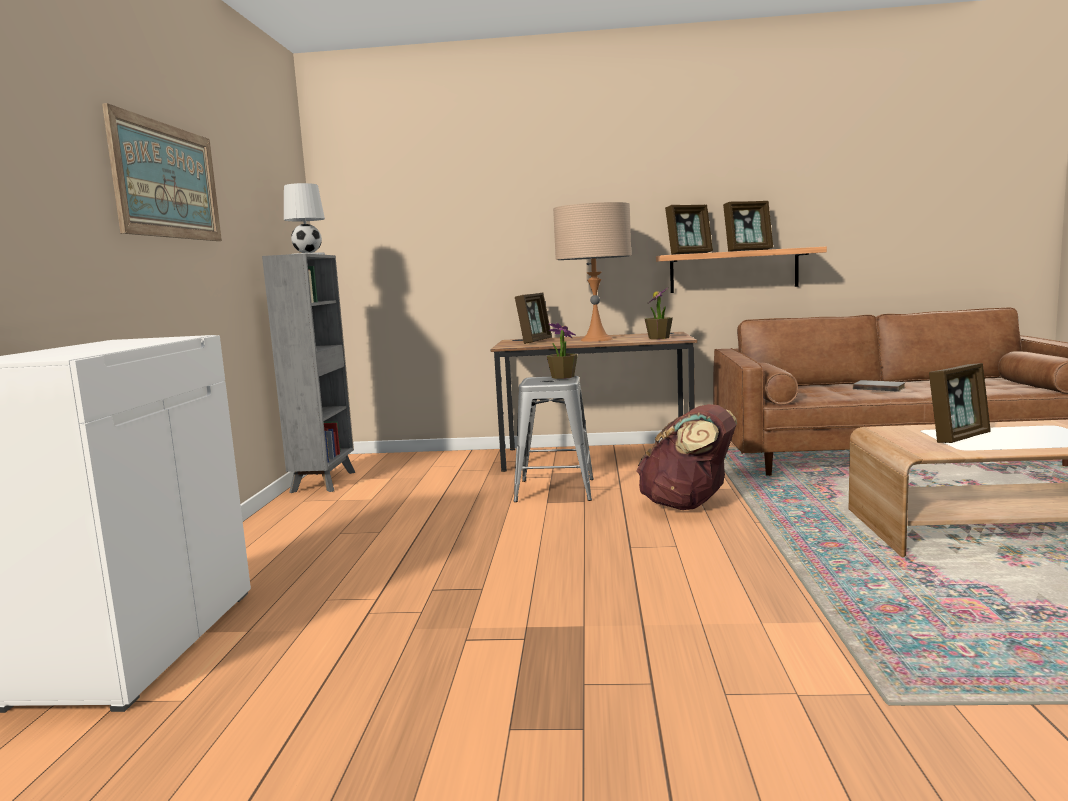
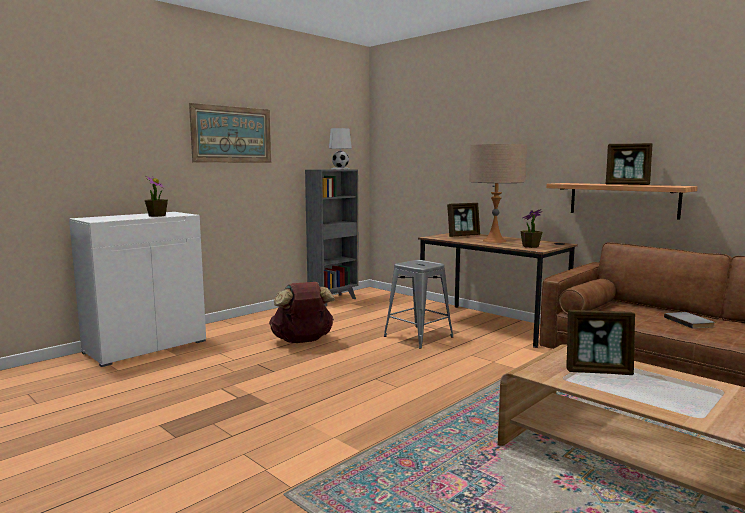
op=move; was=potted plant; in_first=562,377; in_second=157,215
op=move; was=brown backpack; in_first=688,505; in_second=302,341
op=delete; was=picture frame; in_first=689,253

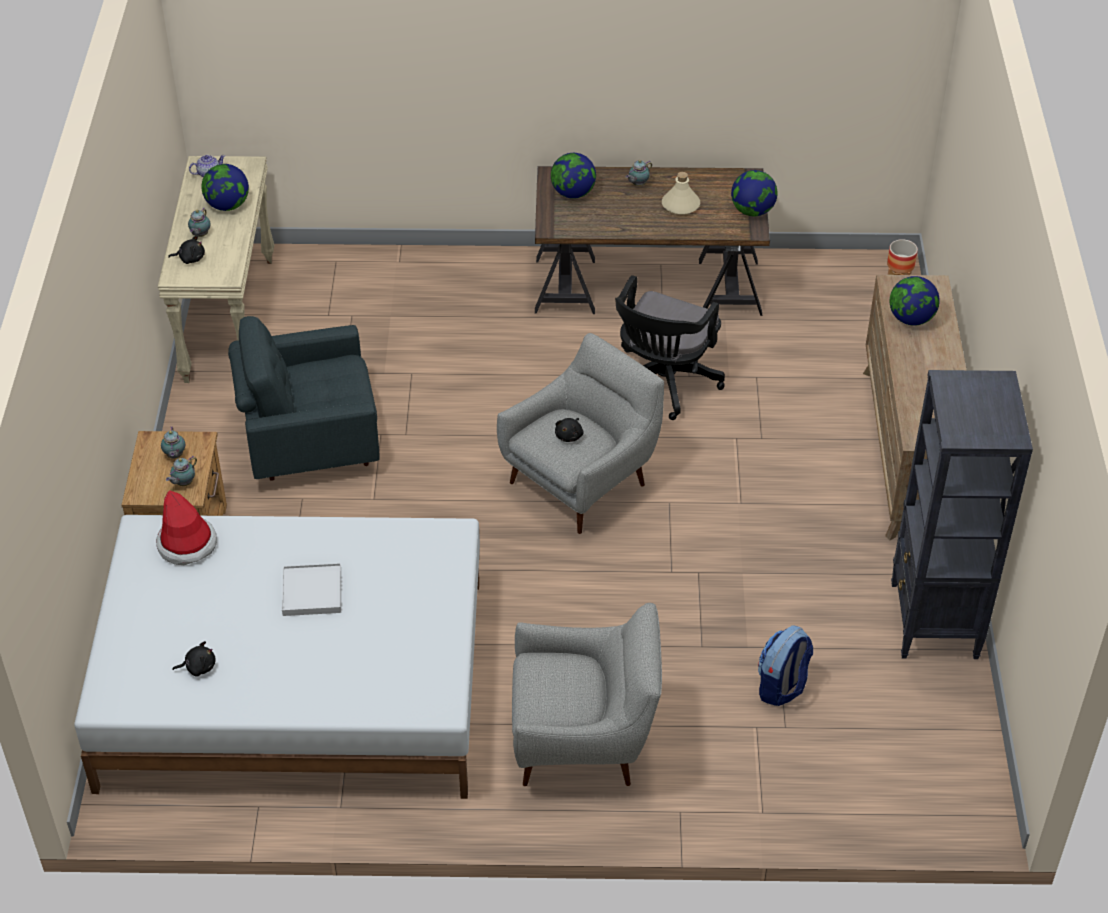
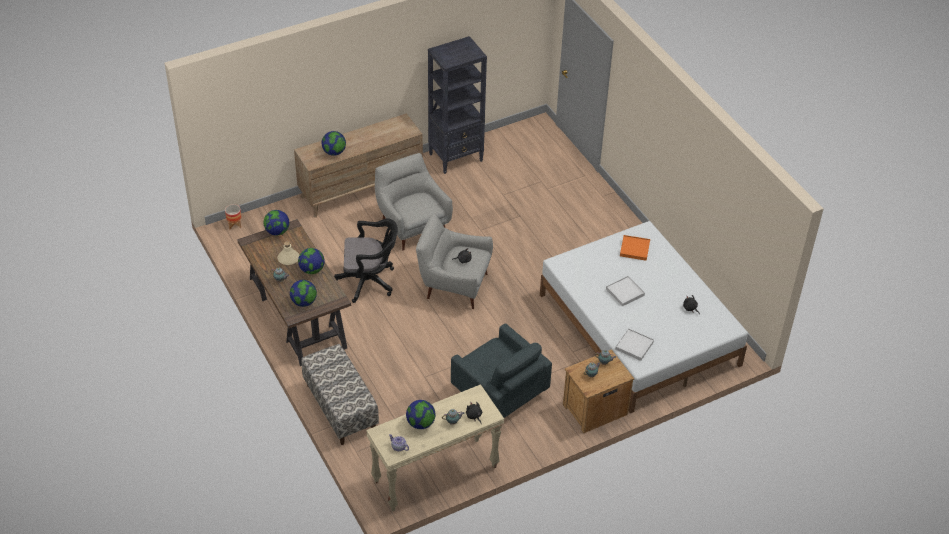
op=insert; now=globe; in_second=312,270
op=insert; now=bench; in_second=340,408
op=move; was=grey armchair; in_first=584,740; in_second=412,226
op=replace; was=hat; now=white tray; in_first=187,544; in_second=634,345
op=insert; now=orange tray; in_second=634,249
op=delete; was=backpack; in_first=782,687

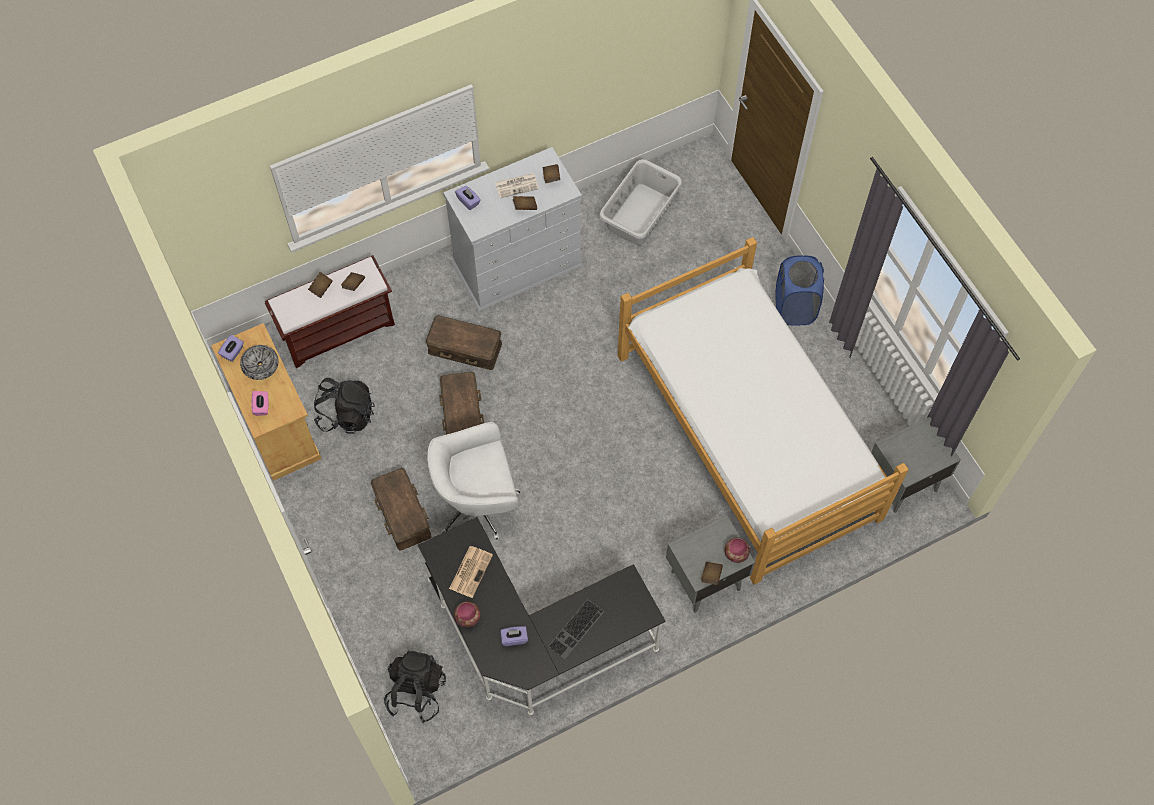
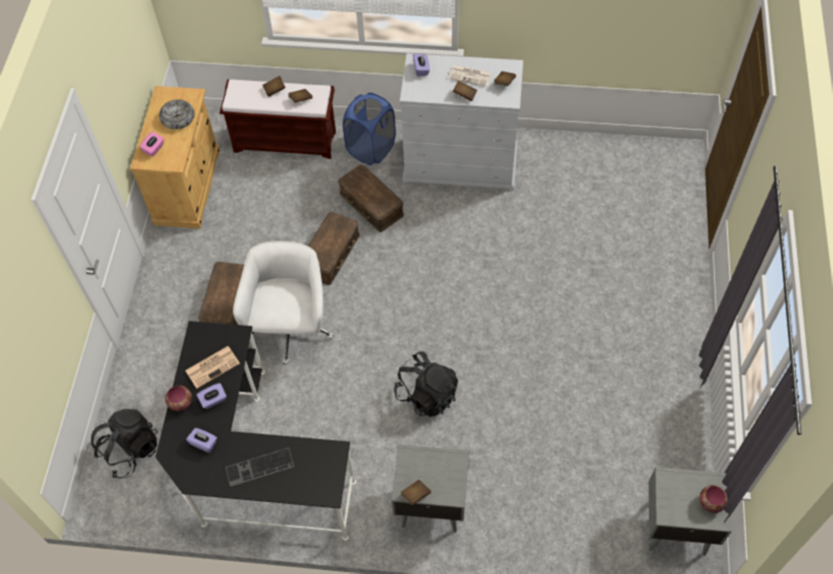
op=move; was=purple tissue box; in_first=233,352; in_second=213,400
op=rotate; was=white office chair; in_first=478,502; in_second=291,329; clockwise=75
op=move; was=blue laundry basket; in_first=794,307; in_second=371,149
op=move; was=black backpack; in_first=346,415; in_second=427,394
op=move; was=bowl; in_first=735,554; in_second=710,503
op=delete; was=grey laundry basket; in_first=639,214
op=delete; was=bed; in_first=746,436

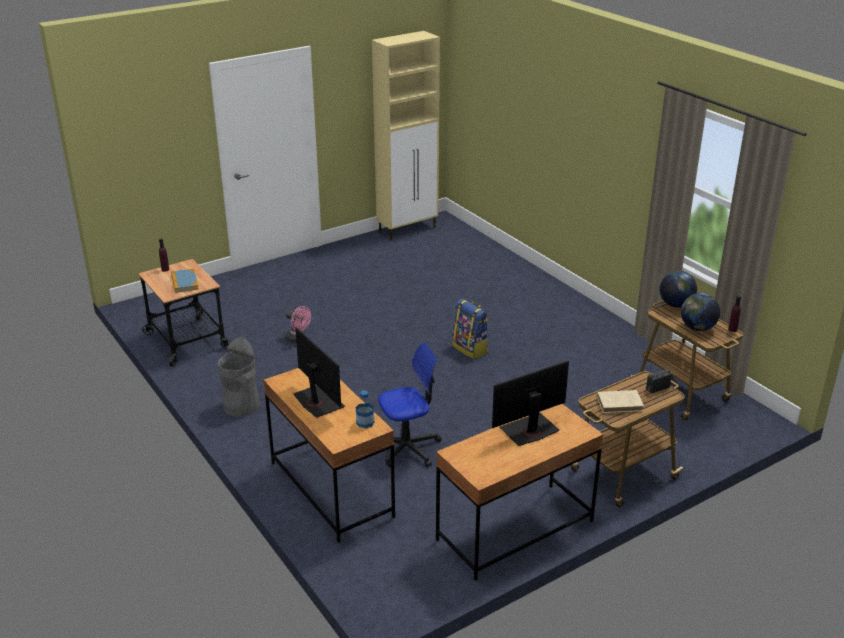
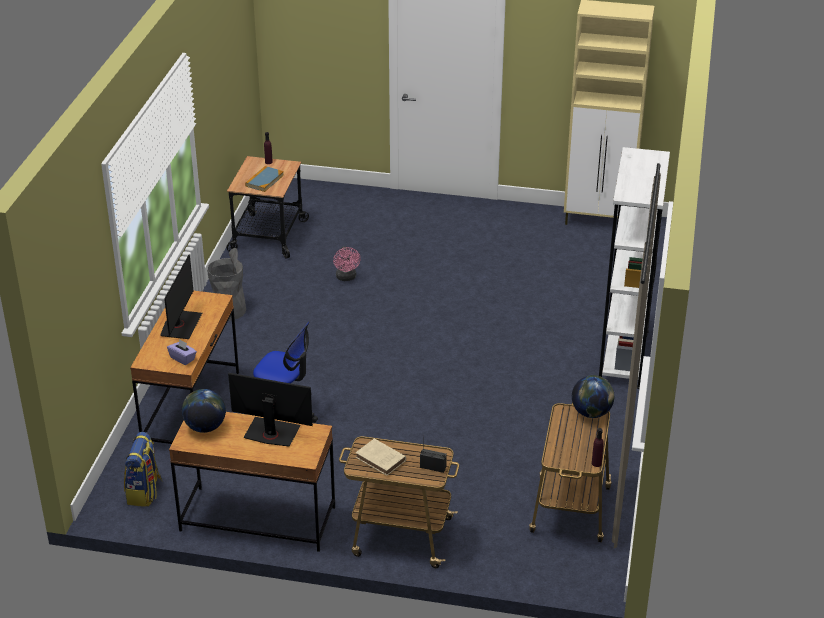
op=move; was=backpack; in_first=470,349; in_second=144,492
op=replace; was=bottle; now=purple tissue box; in_first=365,422; in_second=183,358
op=move; was=globe; in_first=697,328; in_second=205,427
op=insert; now=white bookcase; in_second=623,356

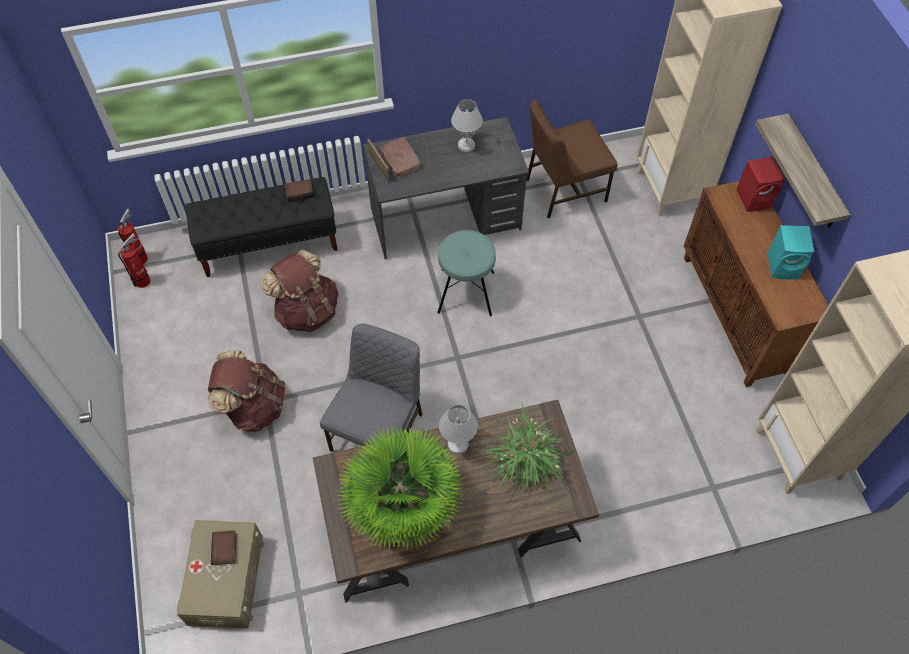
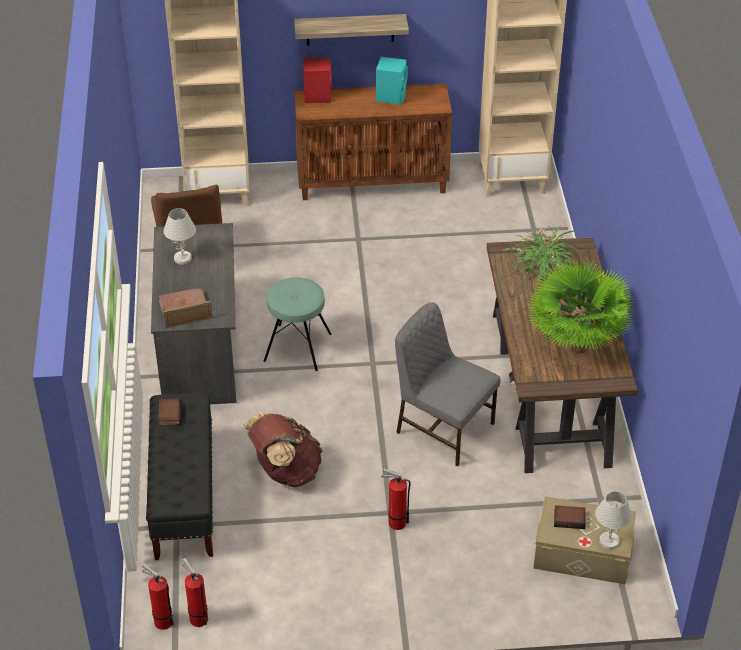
op=replace; was=brown backpack; now=fire extinguisher; in_first=253,406; in_second=394,522
op=move; was=white table lamp; in_first=458,444; in_second=609,541

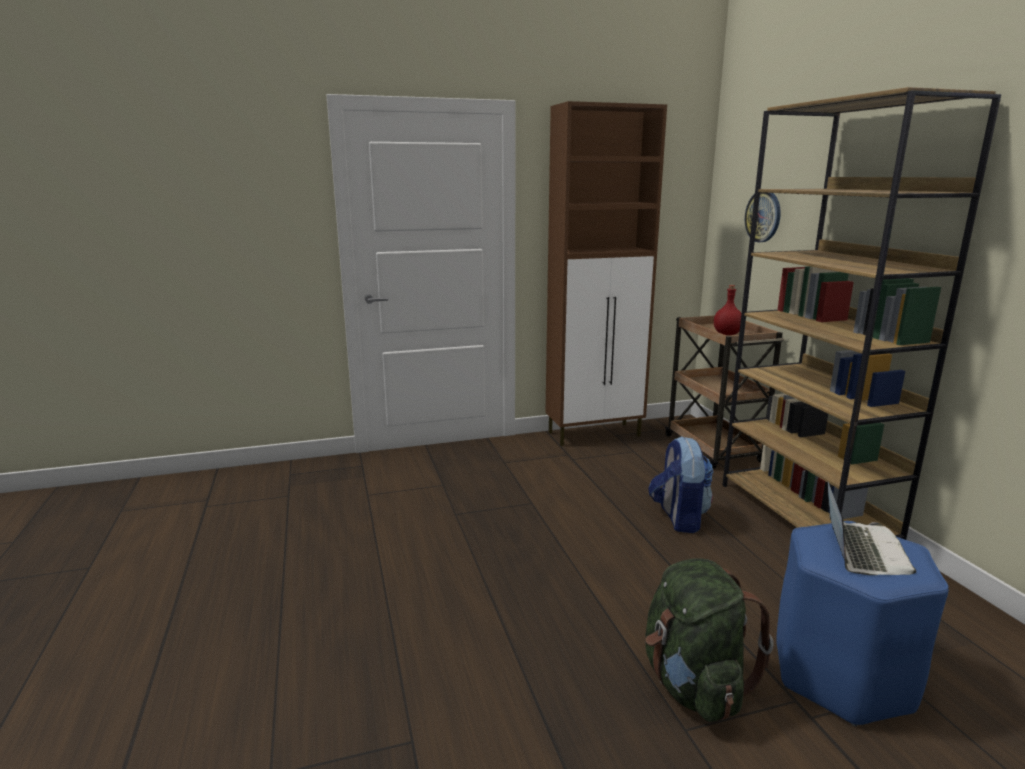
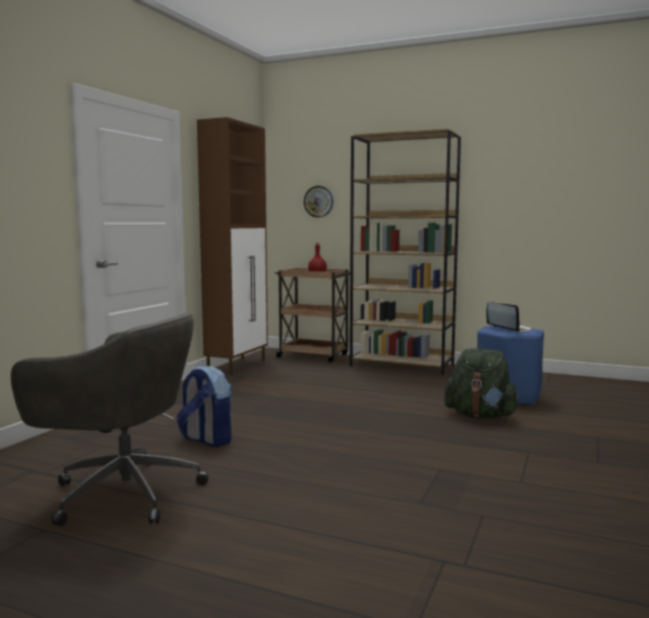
op=insert; now=grey office chair; in_second=122,493
op=move; was=backpack; in_first=678,518; in_second=206,440

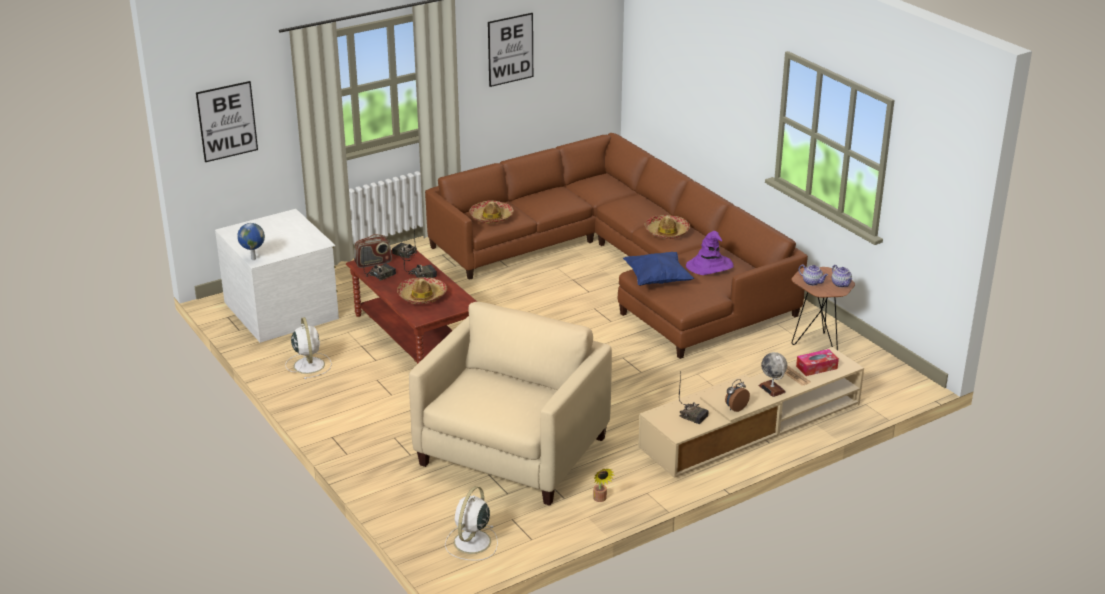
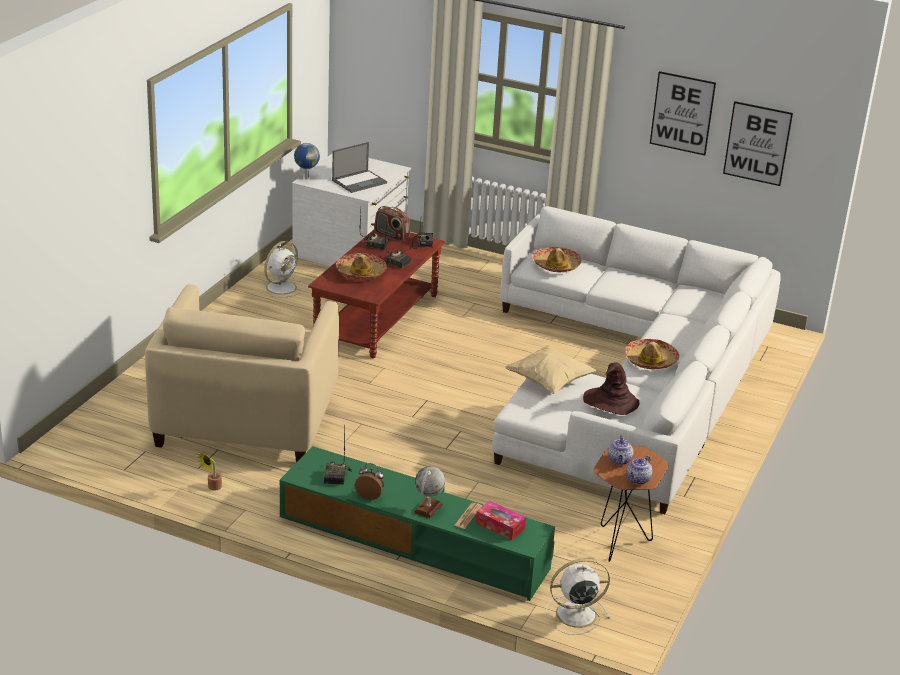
op=rotate; was=beige armchair; in_first=513,451; in_second=245,420; clockwise=105
op=recolor; was=beige tv stand; now=green tv stand; in_first=751,426; in_second=415,540
op=insert; now=laptop; in_second=359,181
op=recolor; was=brown sofa; now=white sofa; in_first=623,265; in_second=633,381
op=recolor; was=blue pillow; now=beige pillow; in_first=657,280; in_second=549,382
op=move; was=white fan; in_first=471,543; in_second=574,614
op=recolor; was=purple hat; now=brown hat; in_first=709,266; in_second=610,402
op=move; was=picture; in_first=227,121; in_second=757,143

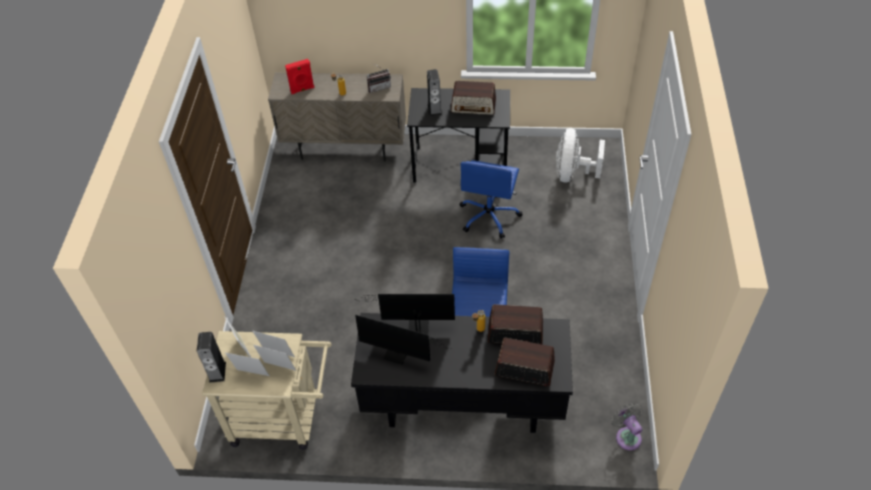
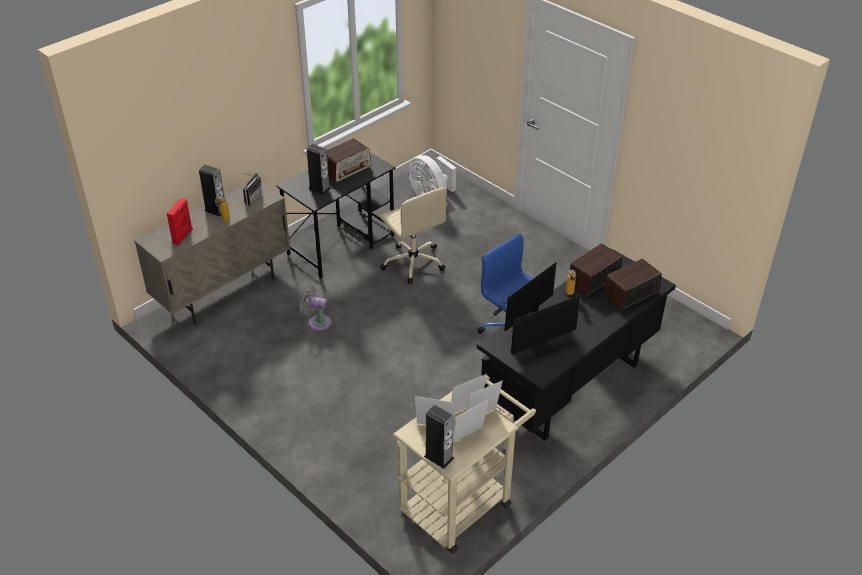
op=insert; now=speaker; in_second=216,210
op=move; was=grey fan; in_first=627,436; in_second=317,322
op=recolor; was=blue office chair; now=beige office chair; in_first=489,216; in_second=413,262

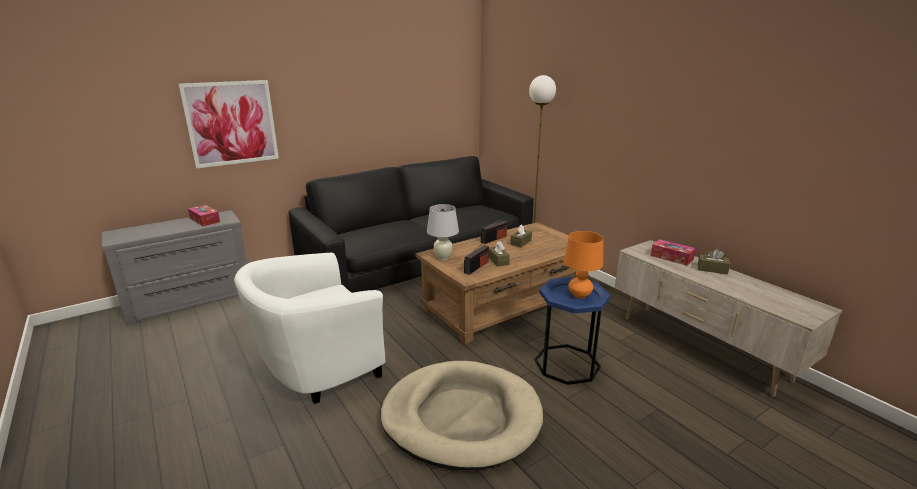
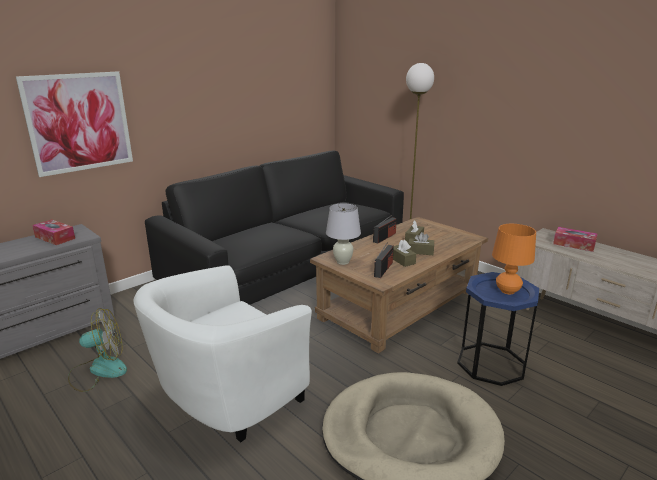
op=insert; now=fan; in_second=99,370
op=move; was=brown tissue box; in_first=712,269; in_second=420,251

